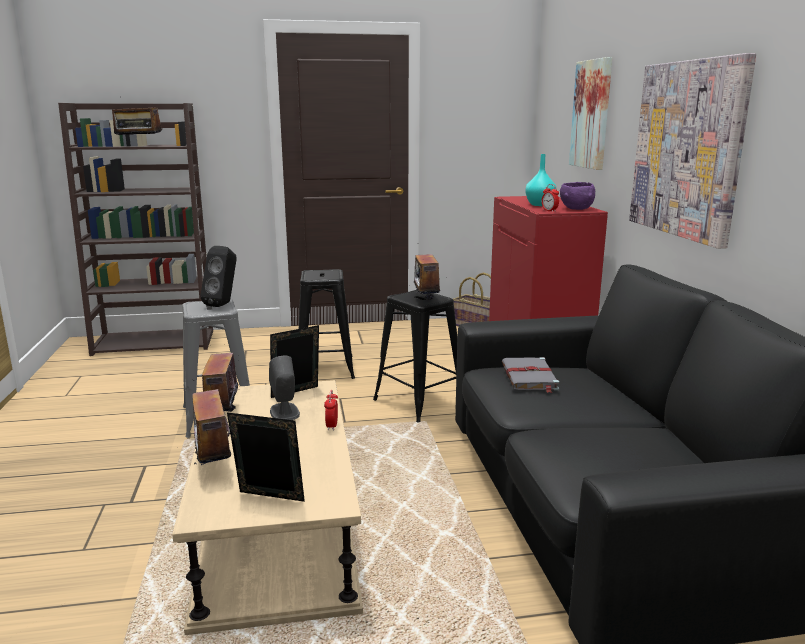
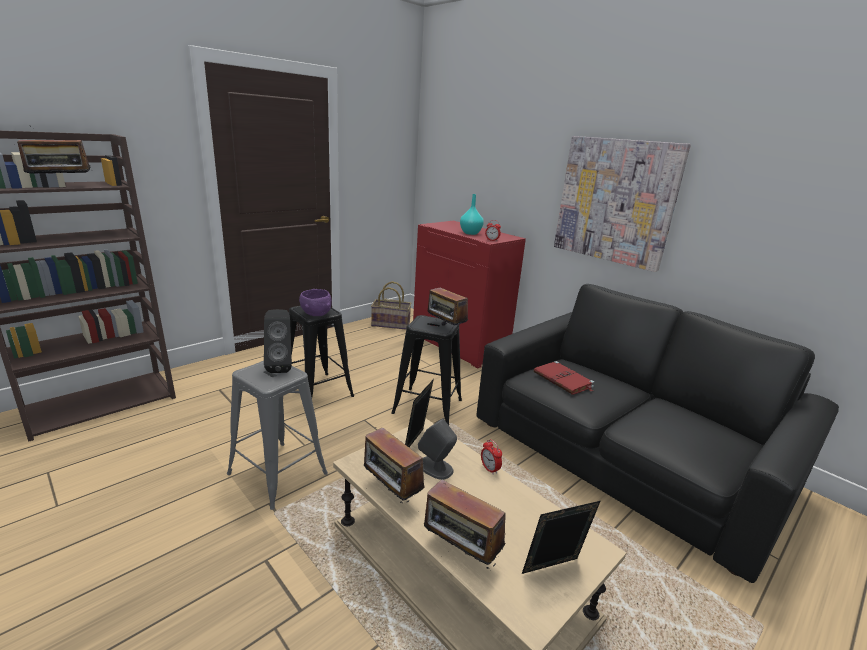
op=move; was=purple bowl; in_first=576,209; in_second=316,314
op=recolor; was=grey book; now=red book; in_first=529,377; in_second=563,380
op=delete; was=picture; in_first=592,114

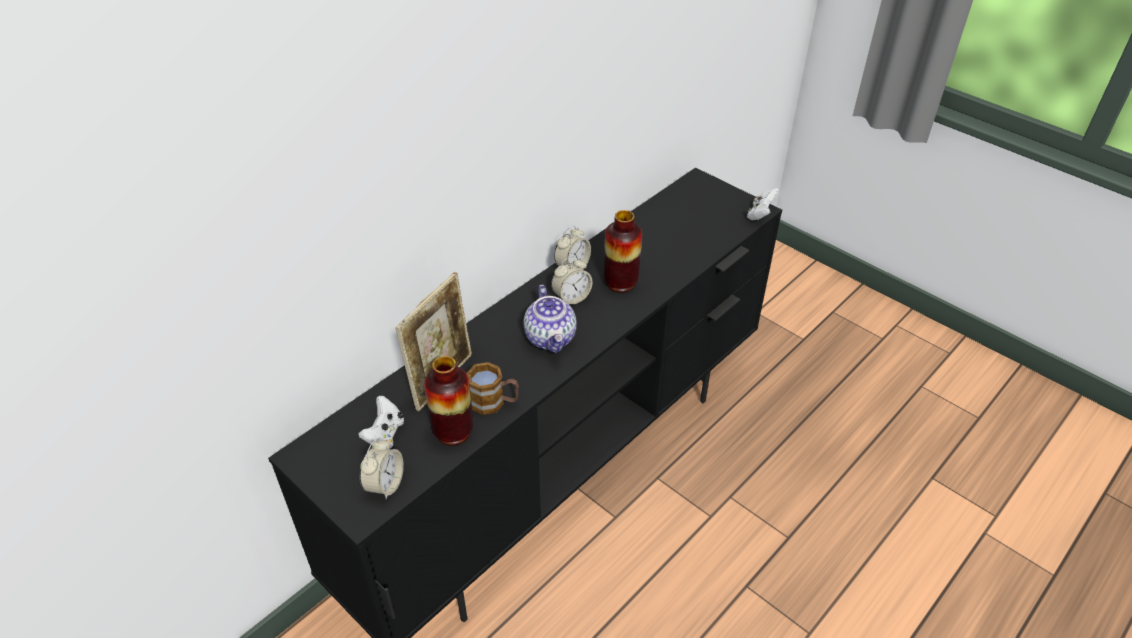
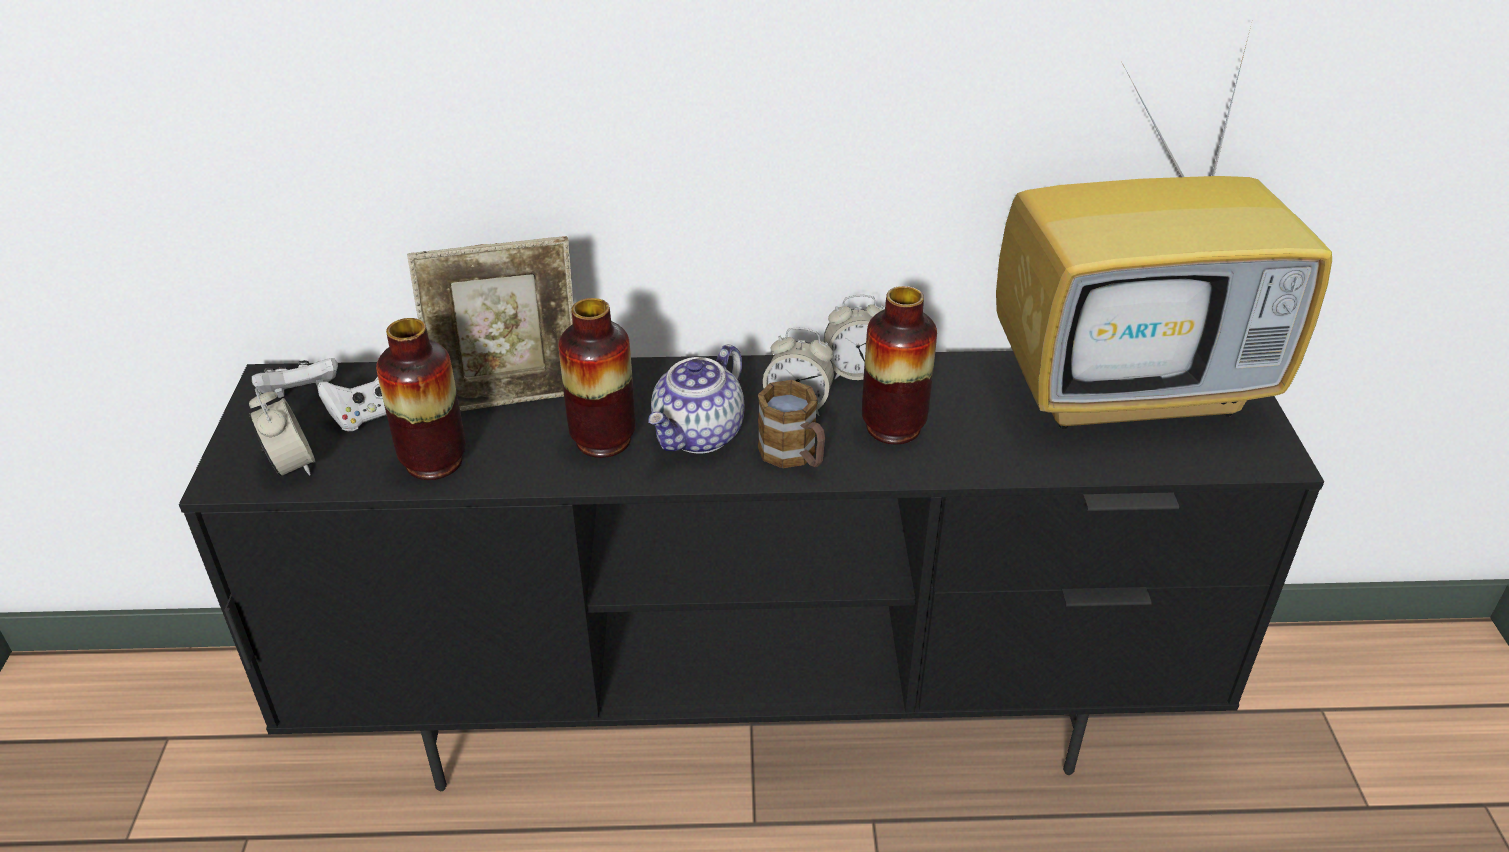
op=rotate; was=alarm clock; in_first=385,485; in_second=291,465; clockwise=-90
op=move; was=white game controller; in_first=760,214; in_second=302,394
op=insert; now=vase; in_second=603,440
op=move; was=mug; in_first=494,402; in_second=794,456
op=insert; now=television; in_second=1132,387

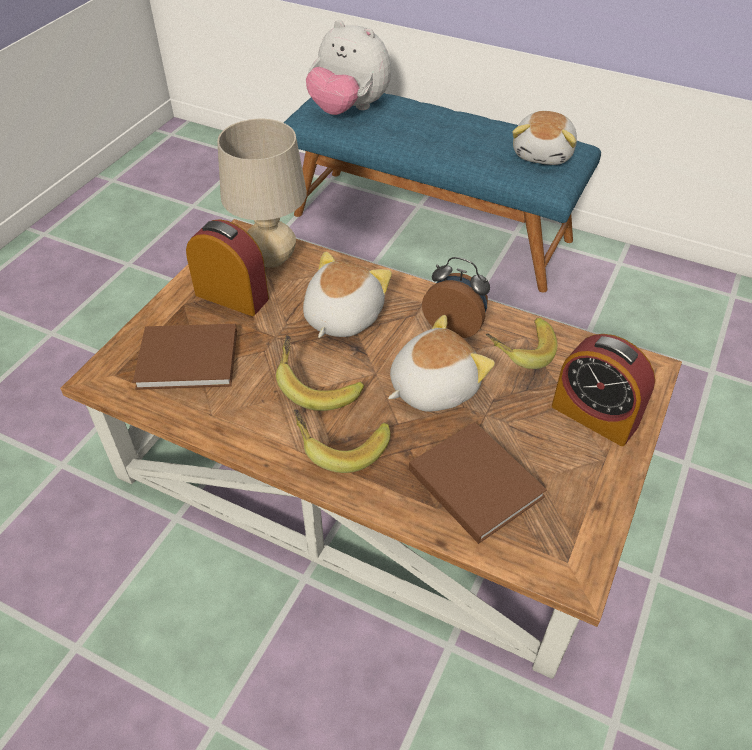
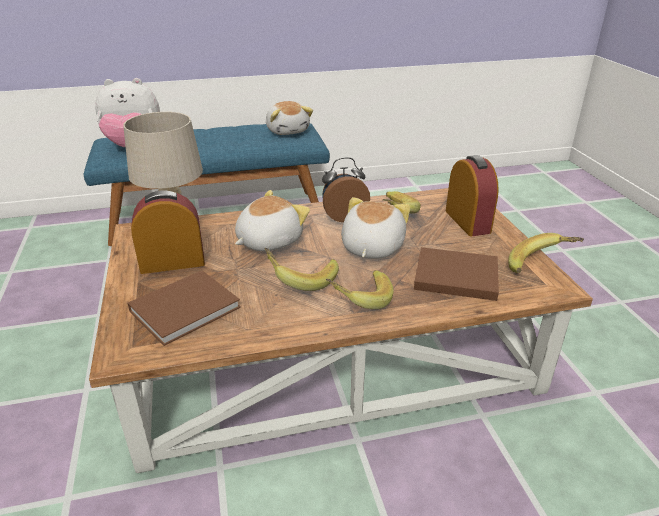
op=rotate; was=plush toy; in_first=341,317; in_second=268,241; clockwise=60
op=rotate; was=alarm clock; in_first=594,416; in_second=467,221; clockwise=-105
op=insert; now=banana; in_second=541,266

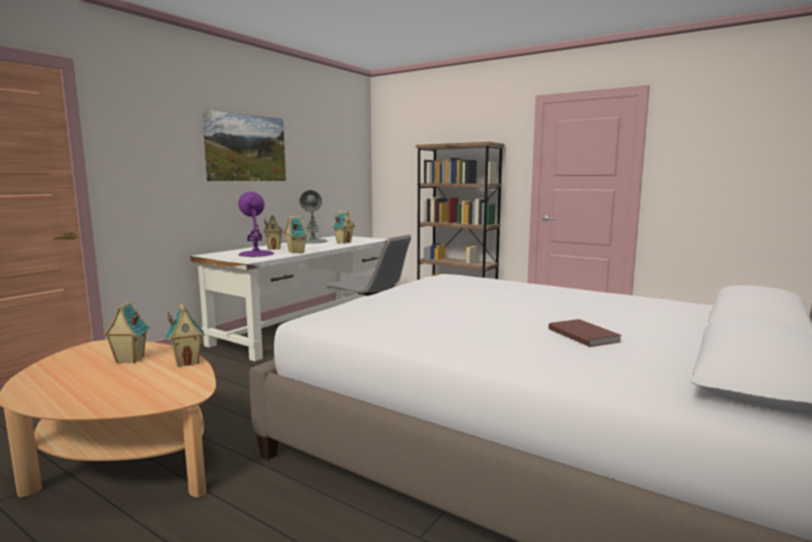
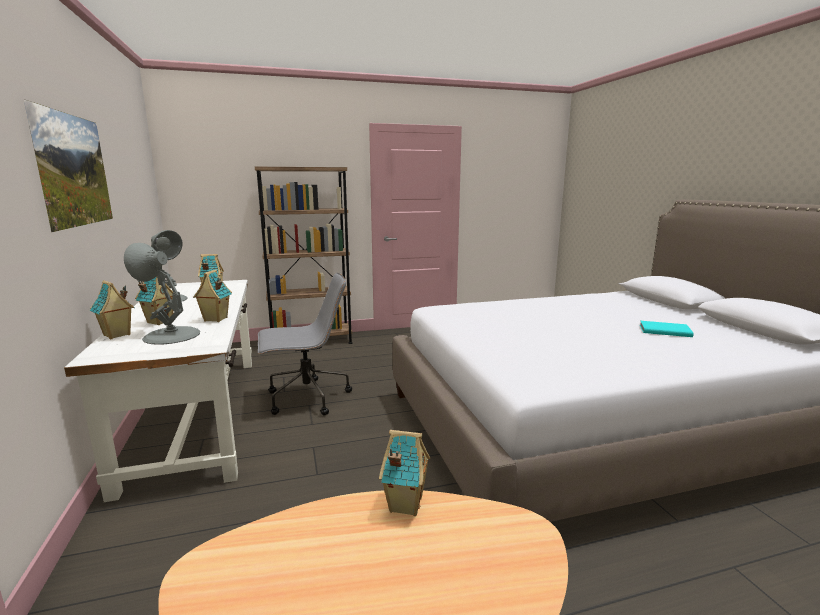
op=move; was=toy house; in_first=129,360; in_second=117,335
op=recolor; was=purple table lamp; now=grey table lamp; in_first=256,254; in_second=170,335
op=recolor; was=brown book; now=turquoise book; in_first=584,335; in_second=664,330

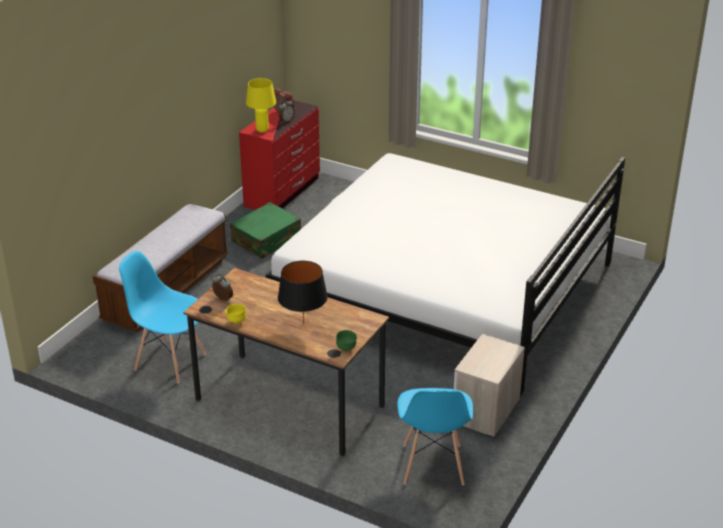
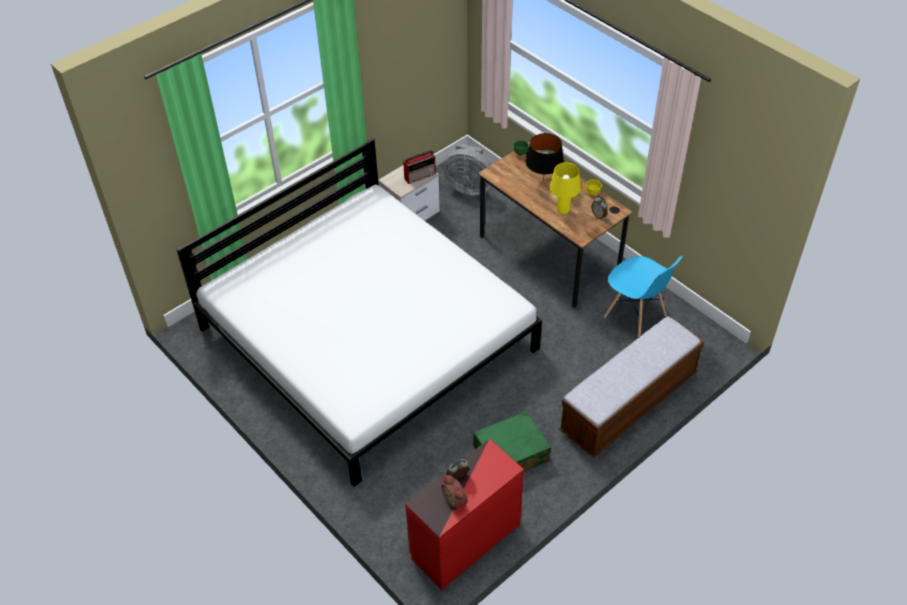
op=insert; now=radio; in_second=420,176
op=replace; was=blue chair; now=grey fan; in_first=432,465; in_second=469,187
op=move; was=yellow table lamp; in_first=262,130; in_second=562,210

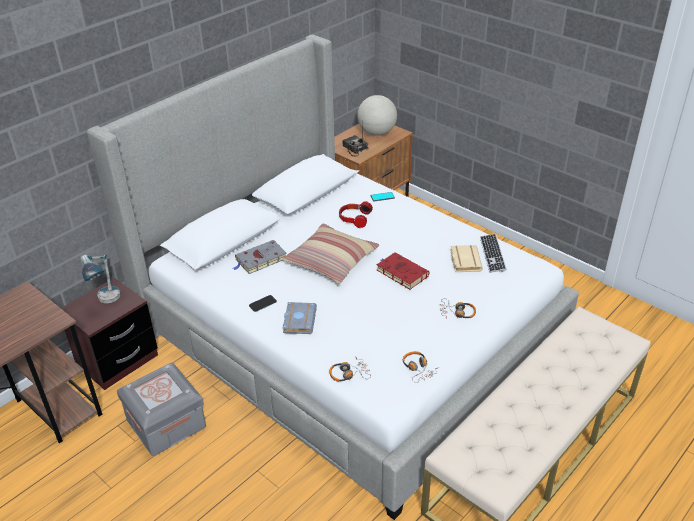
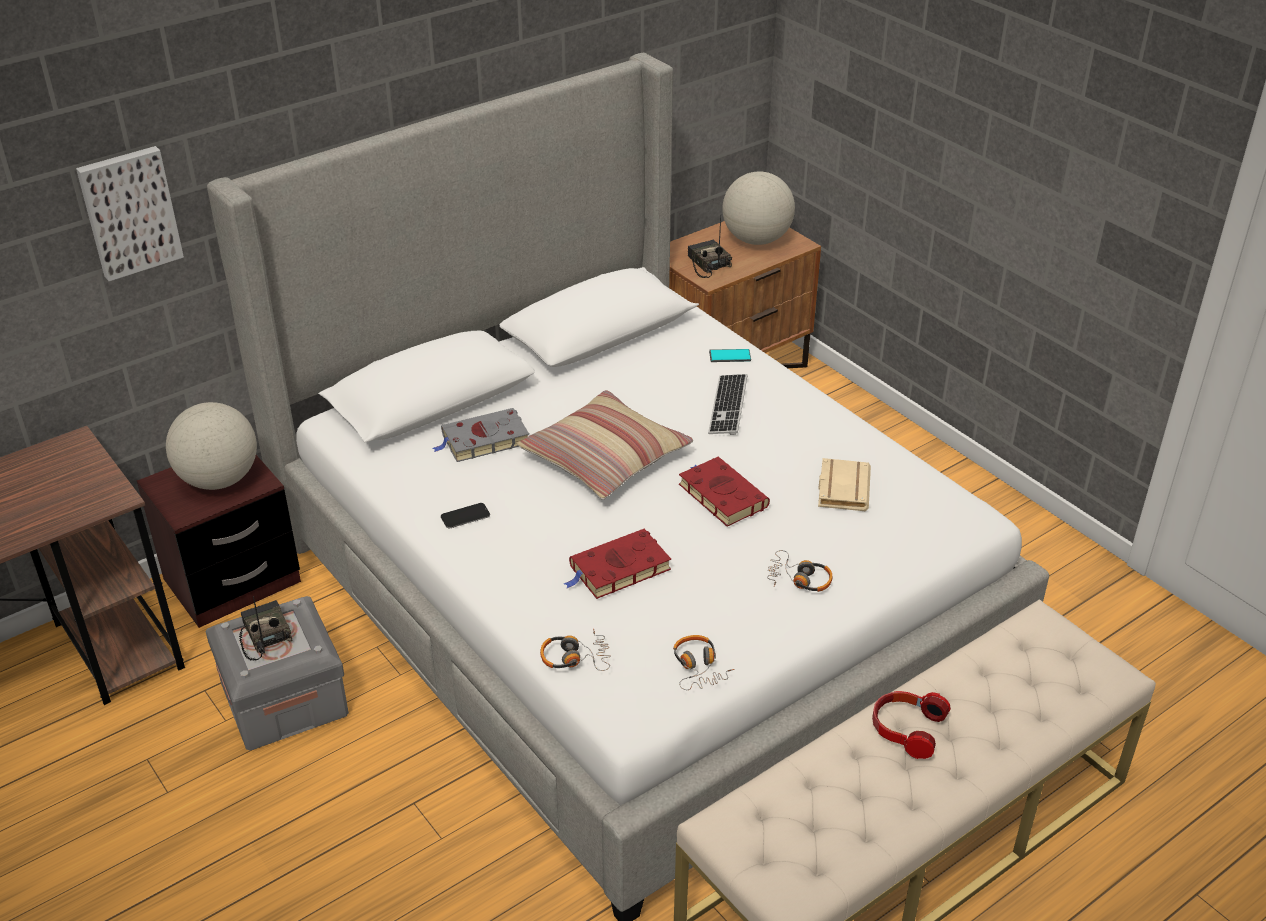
op=insert; now=picture; in_second=129,212
op=replace; was=table lamp; now=globe; in_first=107,302; in_second=219,479
op=insert; now=radio; in_second=264,635
op=insert; now=red book; in_second=618,569
op=move; was=keyboard; in_first=492,254; in_second=728,406
op=move; was=headphones; in_first=354,219; in_second=906,729
op=delete; was=grey book; in_first=298,320

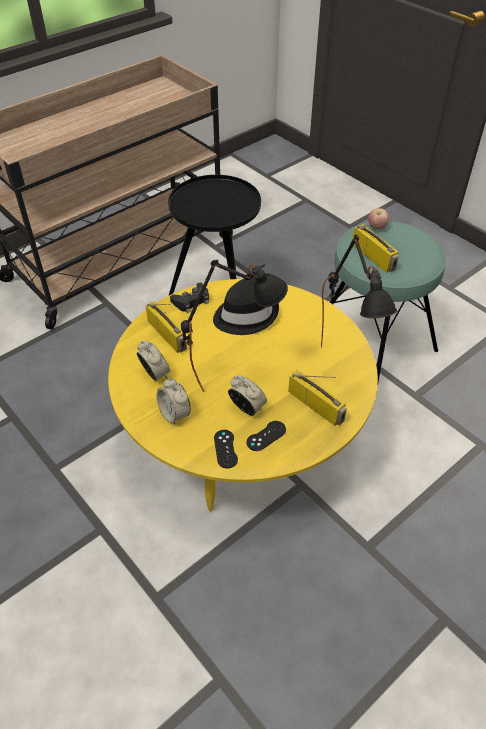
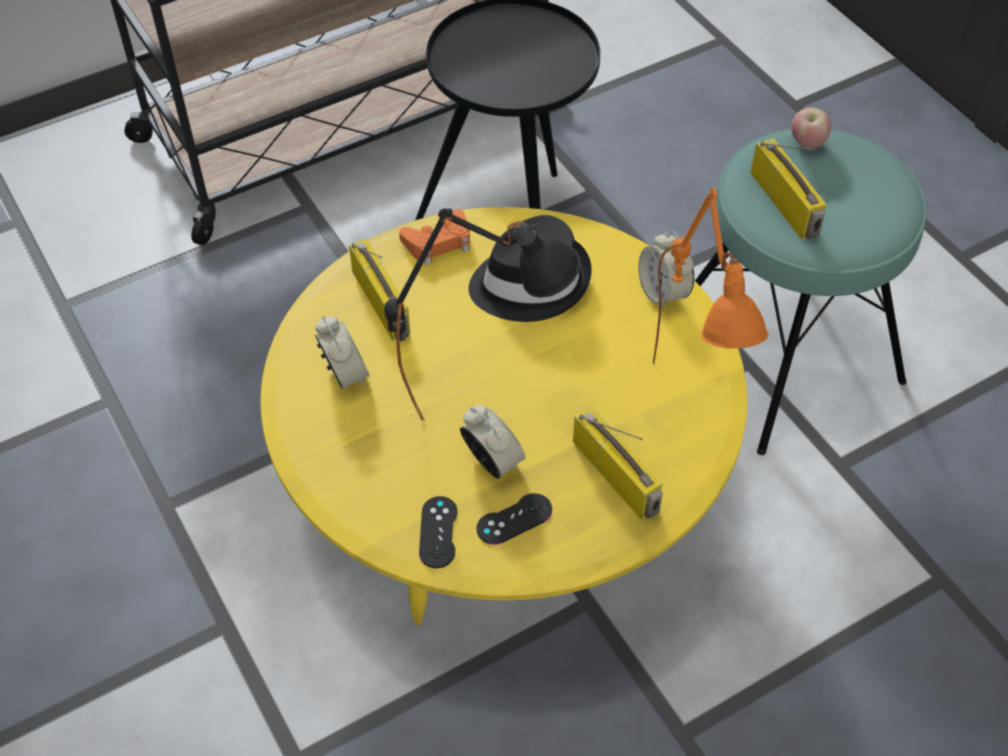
op=recolor; was=black game controller; now=orange game controller; in_first=191,301; in_second=438,243
op=move; was=alarm clock; in_first=174,414; in_second=663,293
op=recolor; was=black table lamp; now=orange table lamp; in_first=346,365; in_second=690,407

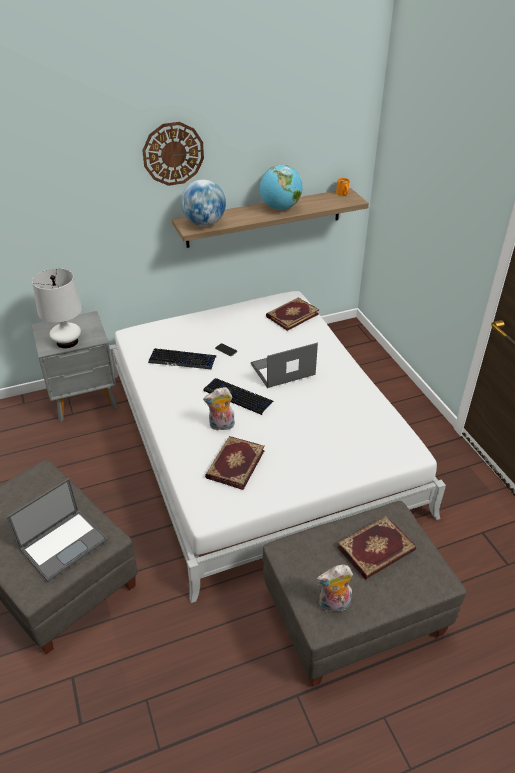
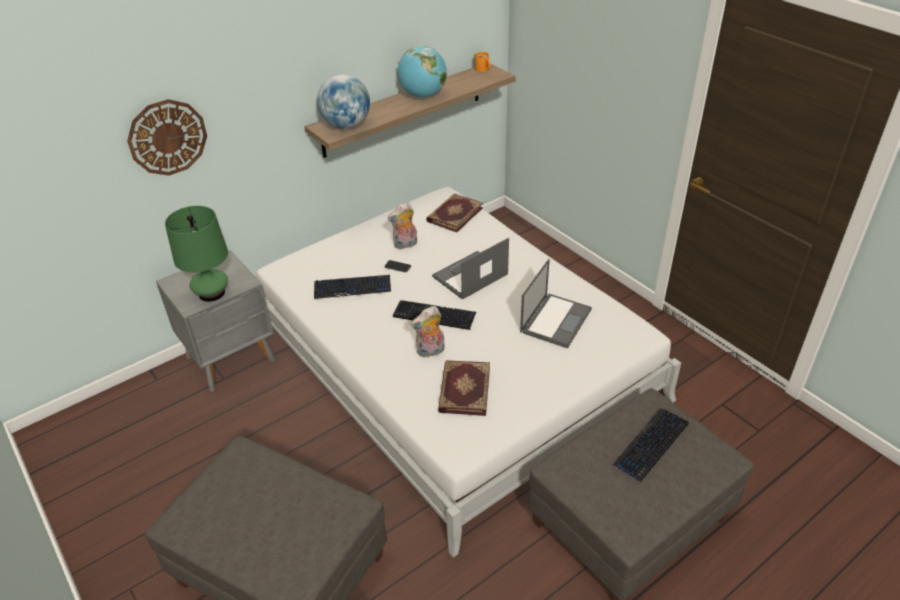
op=move; was=wall clock; in_first=173,154; in_second=167,137
op=recolor; was=white table lamp; now=green table lamp; in_first=67,342; in_second=212,293
op=move; was=plush toy; in_first=334,605; in_second=405,245
op=move; was=laptop; in_first=64,543; in_second=556,320
op=replace; was=book; now=keyboard; in_first=376,550; in_second=651,444

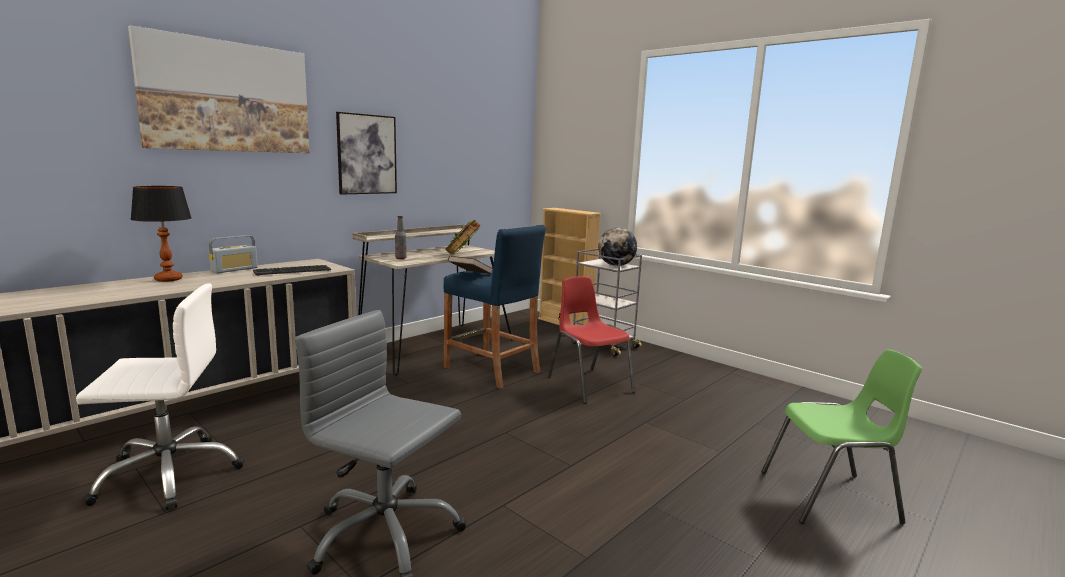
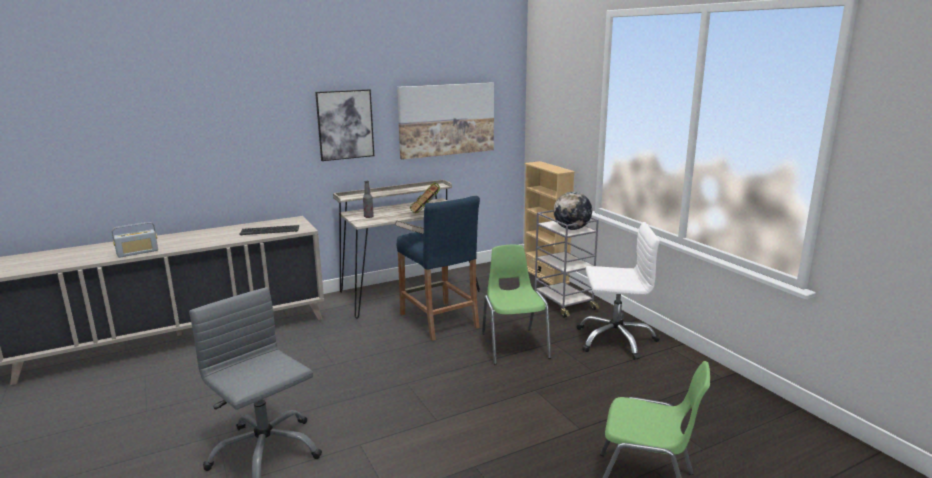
op=move; was=radio; in_first=234,269; in_second=137,252
op=move; was=picture; in_first=227,97; in_second=446,119
op=recolor; was=red chair; now=green chair; in_first=589,384; in_second=514,345
op=move; was=white office chair; in_first=169,474; in_second=615,339
op=delete; was=table lamp; in_first=169,279

